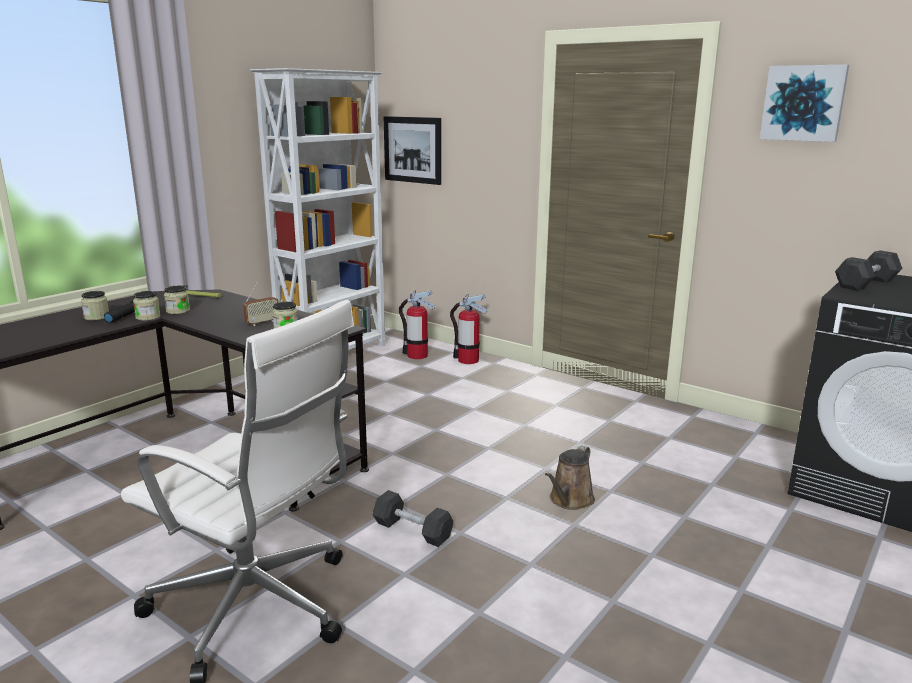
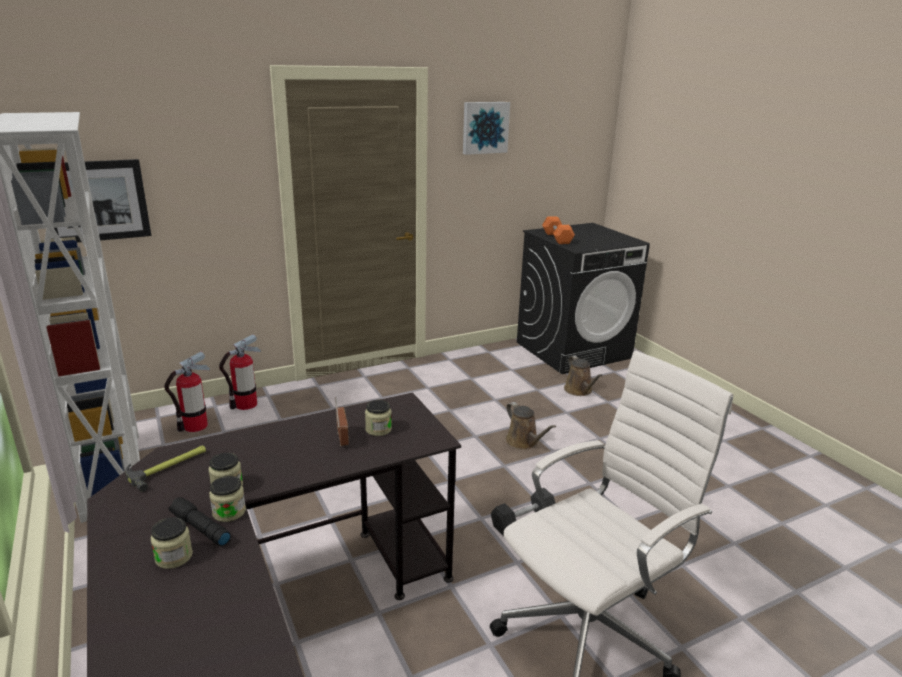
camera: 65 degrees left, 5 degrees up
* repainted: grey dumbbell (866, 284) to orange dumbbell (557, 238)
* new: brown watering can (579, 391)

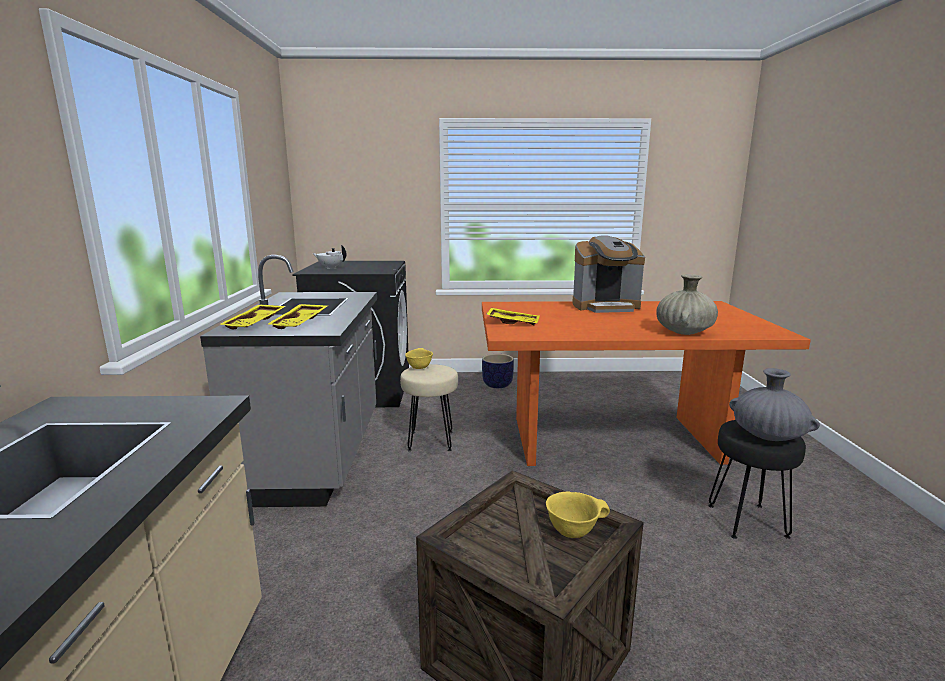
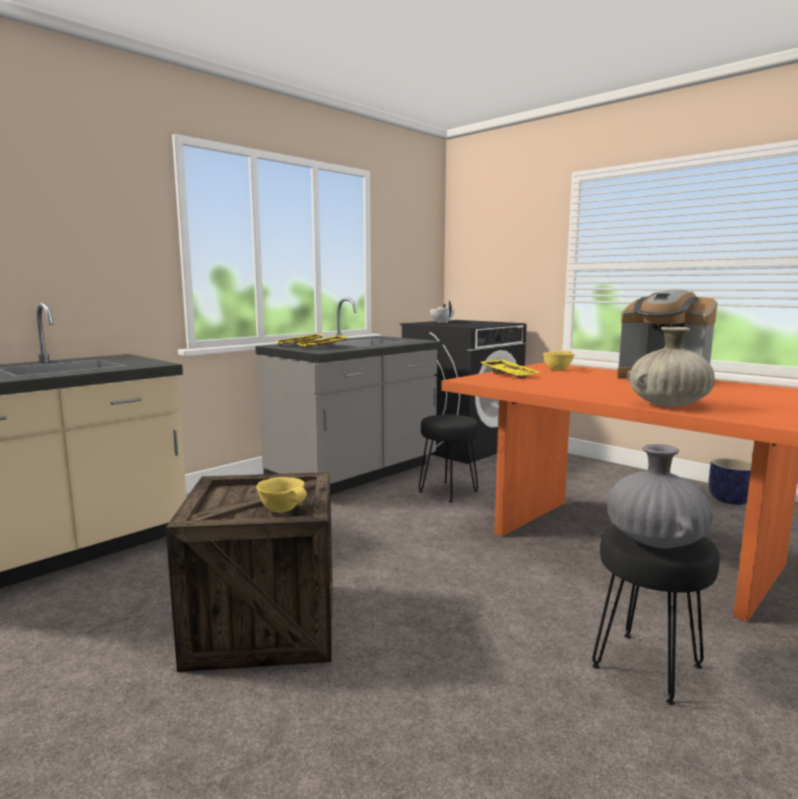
camera: 45 degrees right, 5 degrees down
* shifted: yellow bowl (419, 367) to (557, 369)
* shifted: planter (497, 385) to (731, 500)
* repainted: beige stool (430, 440) to black stool (448, 491)

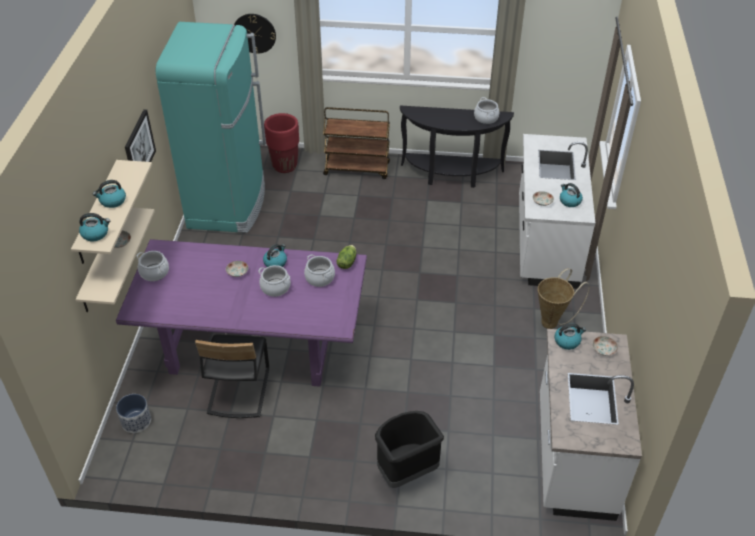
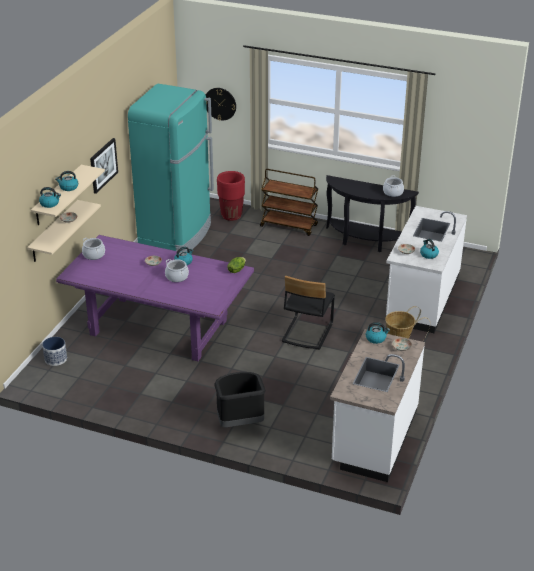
camera: 15 degrees right, 10 degrees down
* gone: cooking pot (320, 278)
* shifted: black chair (238, 391) to (307, 332)

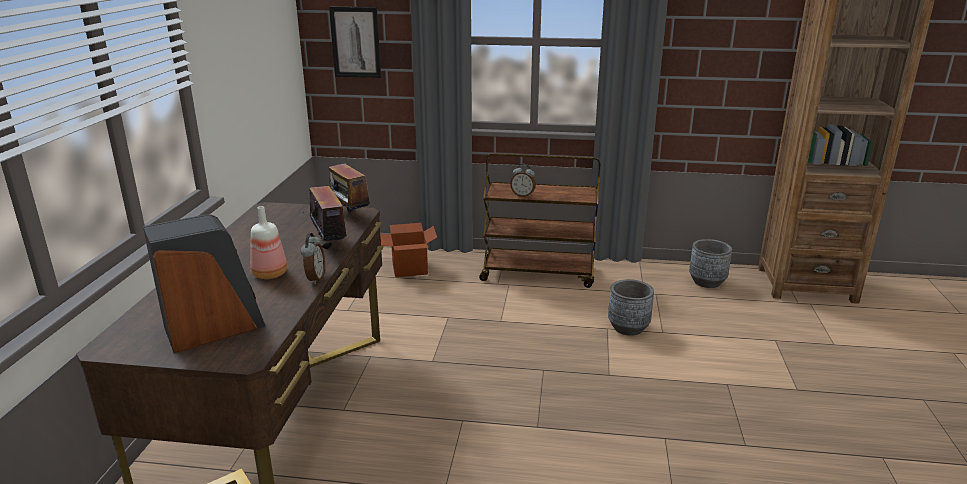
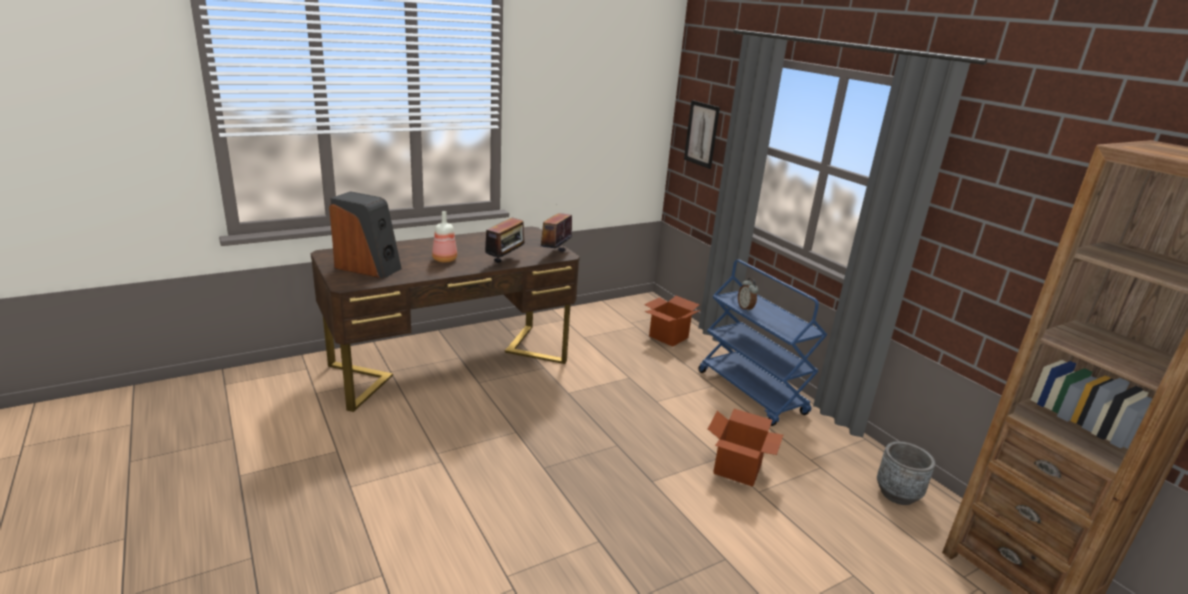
camera: 50 degrees right, 0 degrees up
* repainted: brown cart (538, 274) to blue cart (752, 393)
* gone: alarm clock (315, 279)
* swapped: grey planter (628, 328) to cardboard box (737, 469)

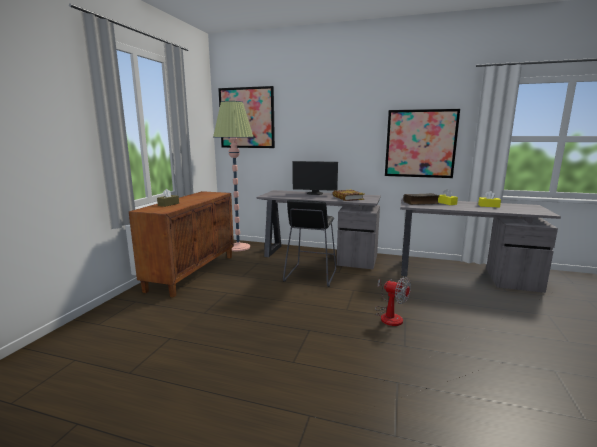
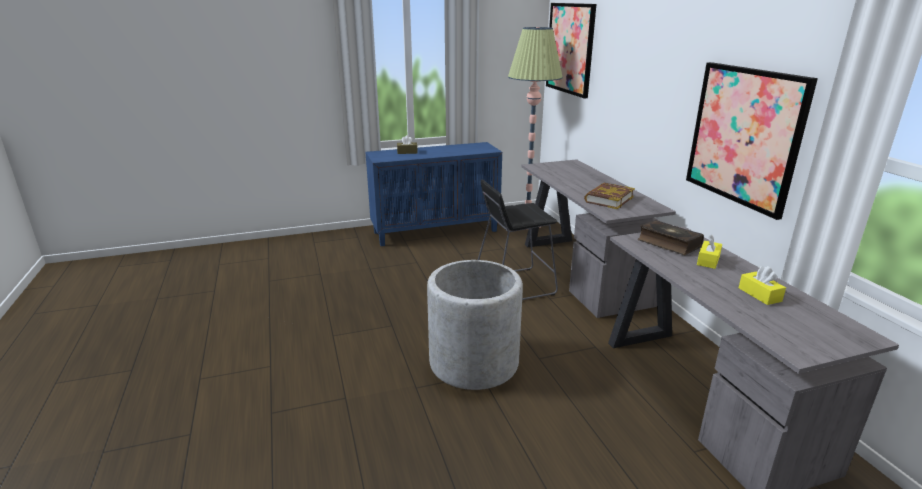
camera: 55 degrees right, 10 degrees up
* gone: monitor (314, 193)
* repainted: brown cabinet (192, 272) to blue cabinet (436, 231)
* swapped: fan (389, 316) to grey planter (474, 362)

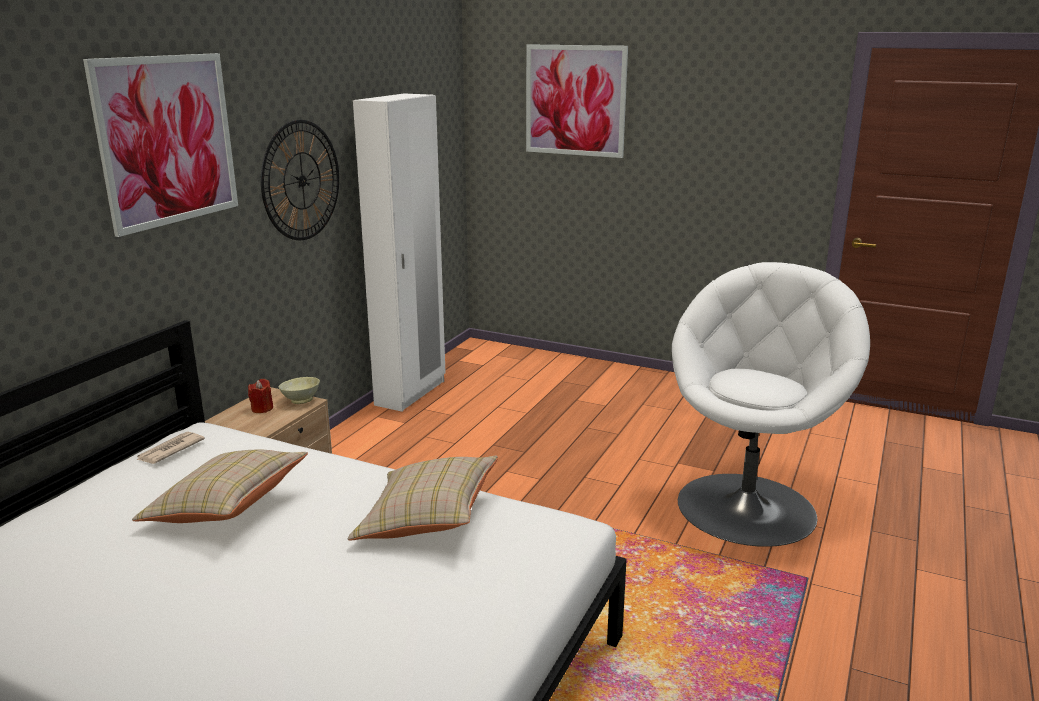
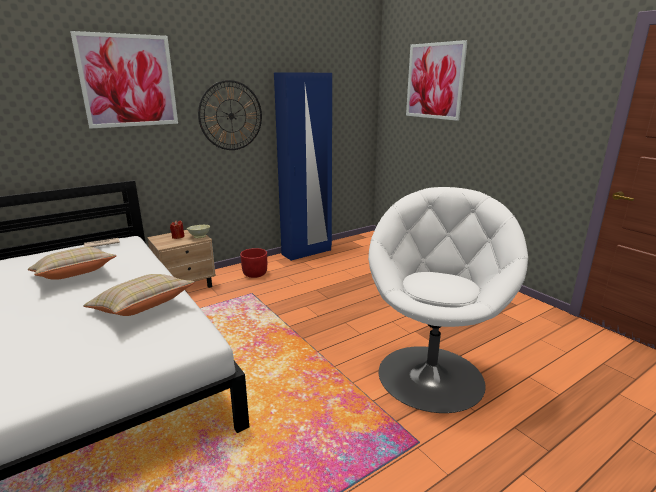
camera: 30 degrees right, 0 degrees up
* repainted: white wardrobe (411, 393) to blue wardrobe (307, 252)
* rotated: white armchair (747, 507) = (431, 375) 45 degrees counterclockwise
* new: red planter (255, 274)

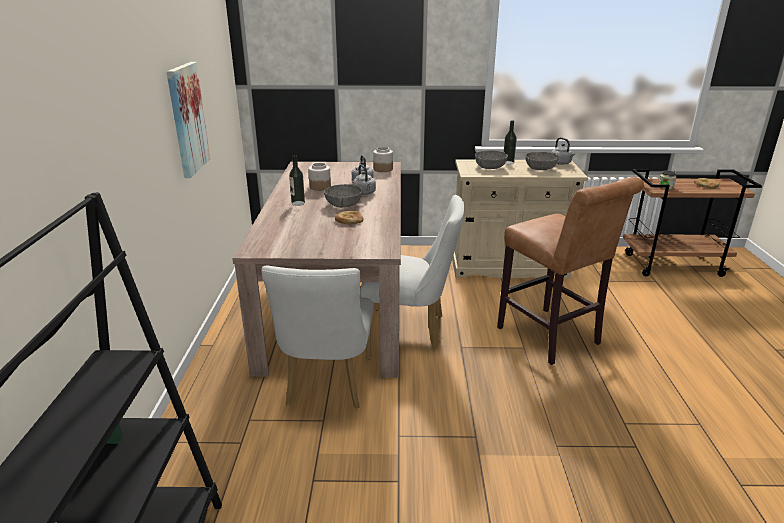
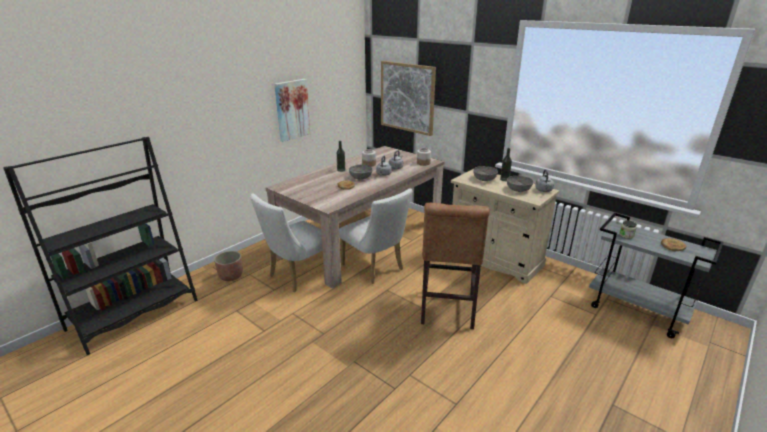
camera: 40 degrees right, 0 degrees up
* repainted: brown cart (673, 265) to grey cart (637, 311)
* new: picture (407, 97)
* new: planter (231, 276)

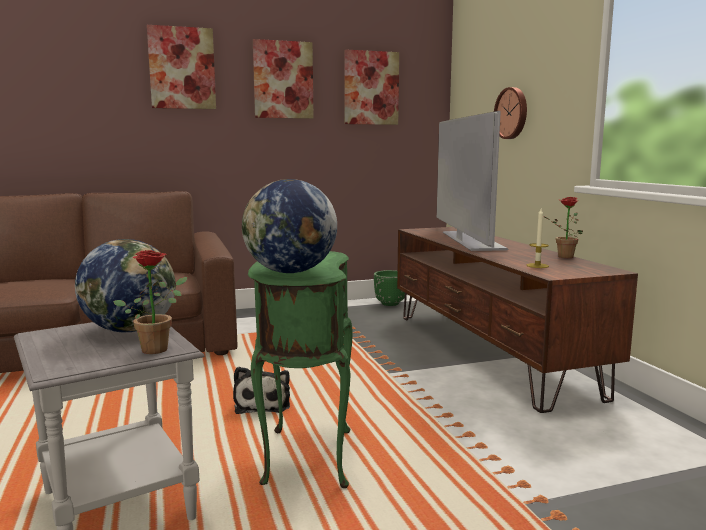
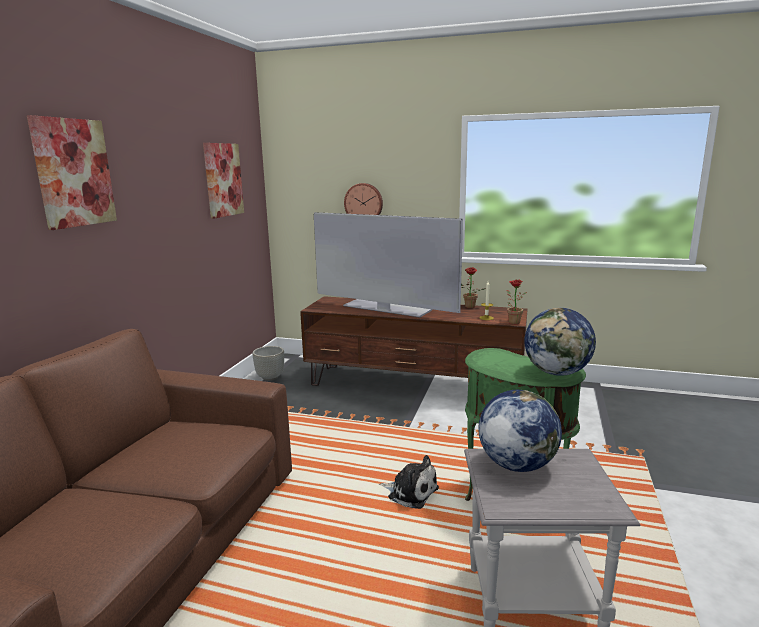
camera: 55 degrees left, 5 degrees up
* gone: picture (283, 80)
* shifted: potted plant (158, 348) to (512, 322)
* repainted: green planter (390, 303) to grey planter (270, 377)

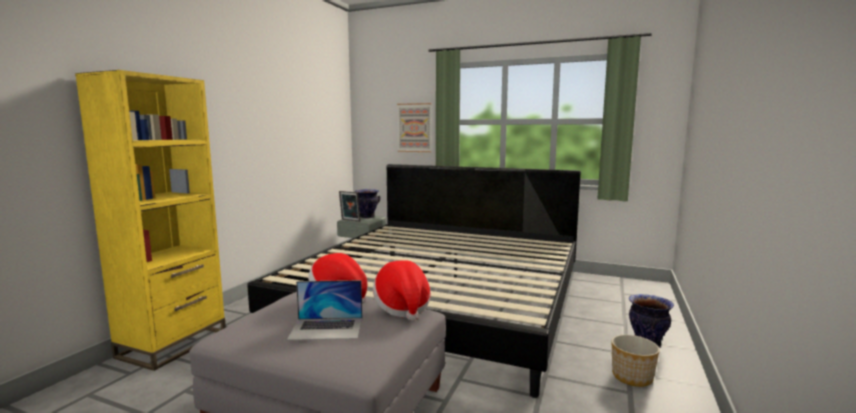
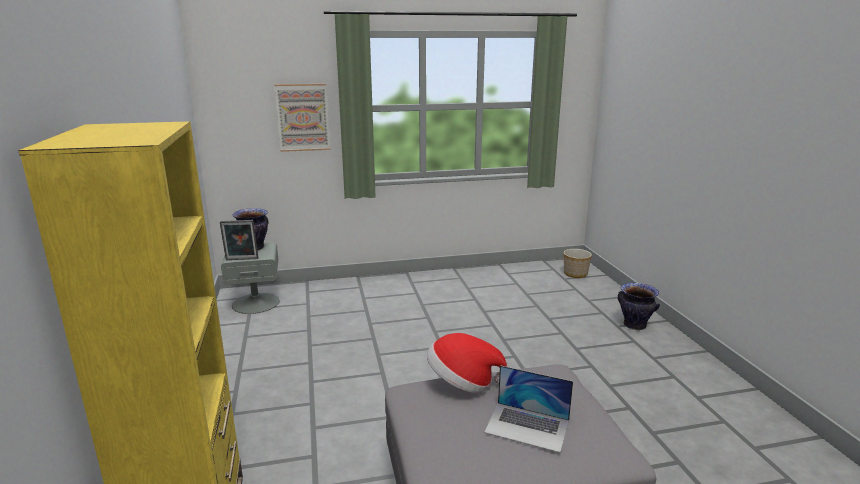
camera: 35 degrees left, 10 degrees up
* gone: bed (439, 301)
* gone: hat (402, 307)
* rotated: laptop (327, 328) = (527, 426) 60 degrees clockwise
* shifted: planter (632, 377) to (575, 274)

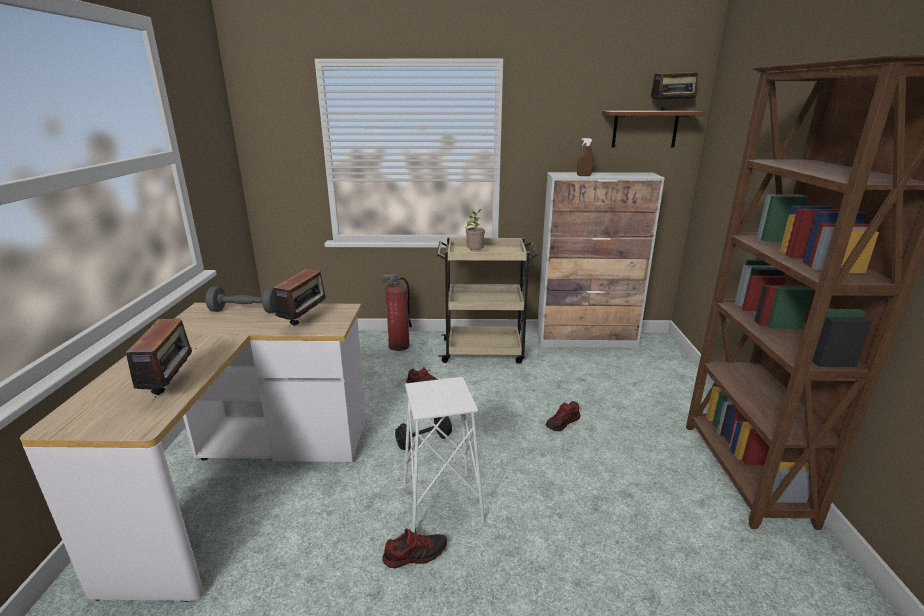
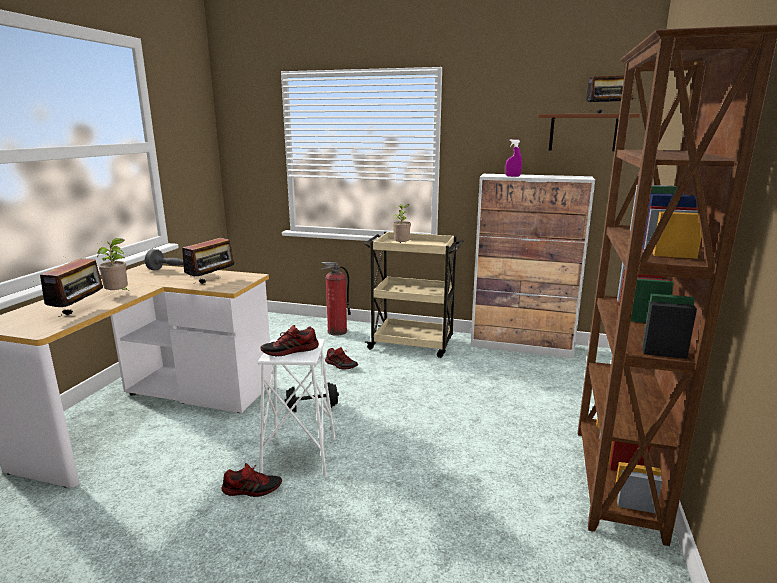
camera: 15 degrees right, 5 degrees down
* repainted: brown spray bottle (584, 176) to purple spray bottle (512, 176)
* shifted: shoe (562, 423) to (290, 351)
* new: potted plant (119, 295)

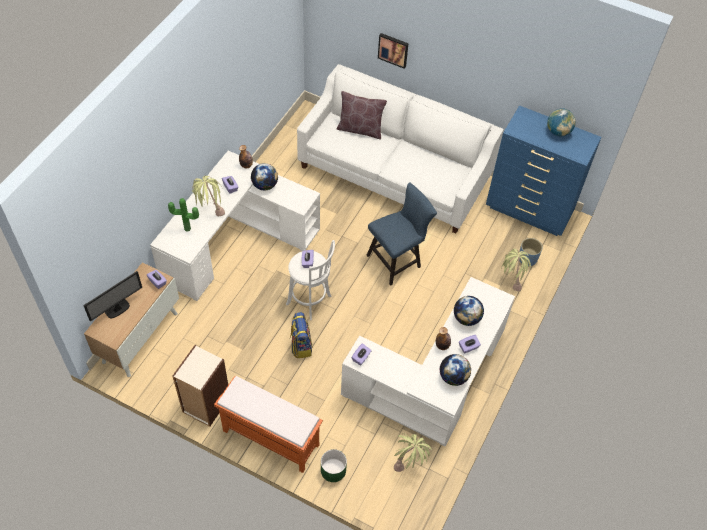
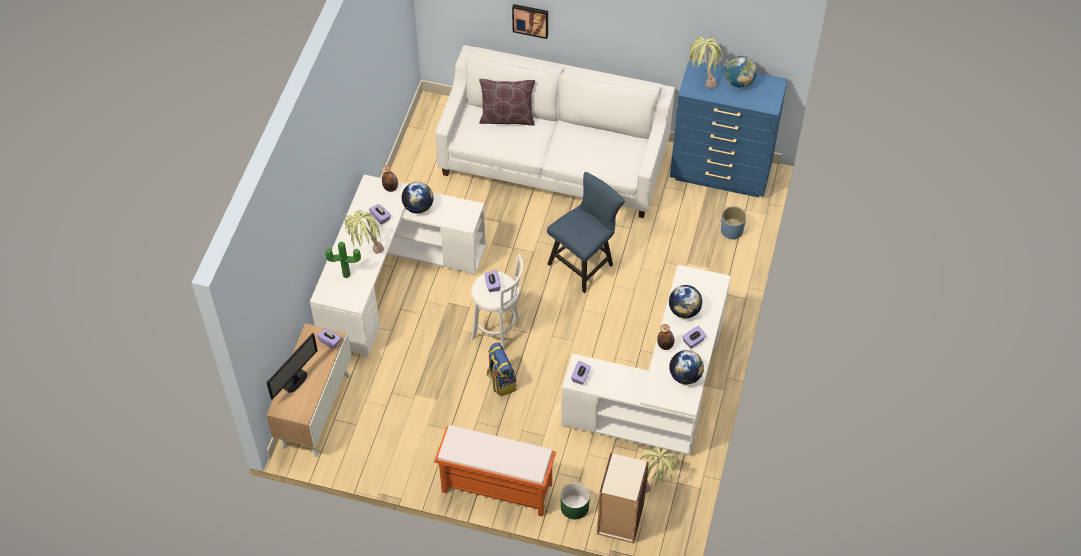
camera: 10 degrees left, 0 degrees up
* shifted: potted plant (511, 281) to (702, 79)
* shifted: bookcase (206, 405) to (620, 520)

